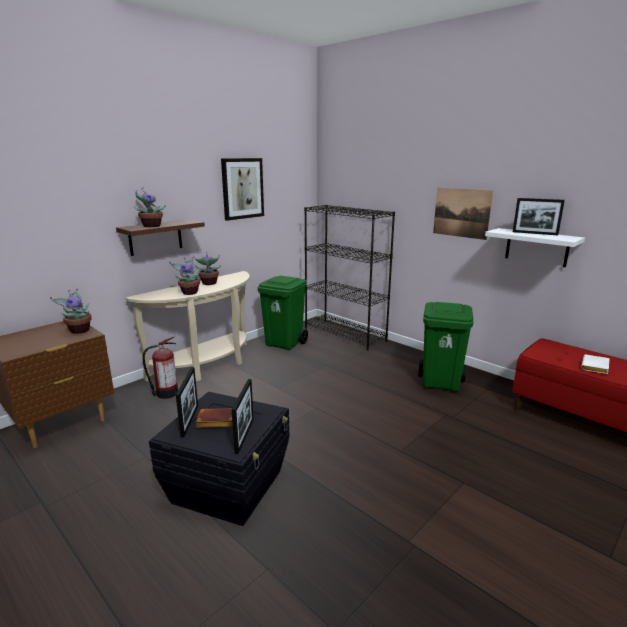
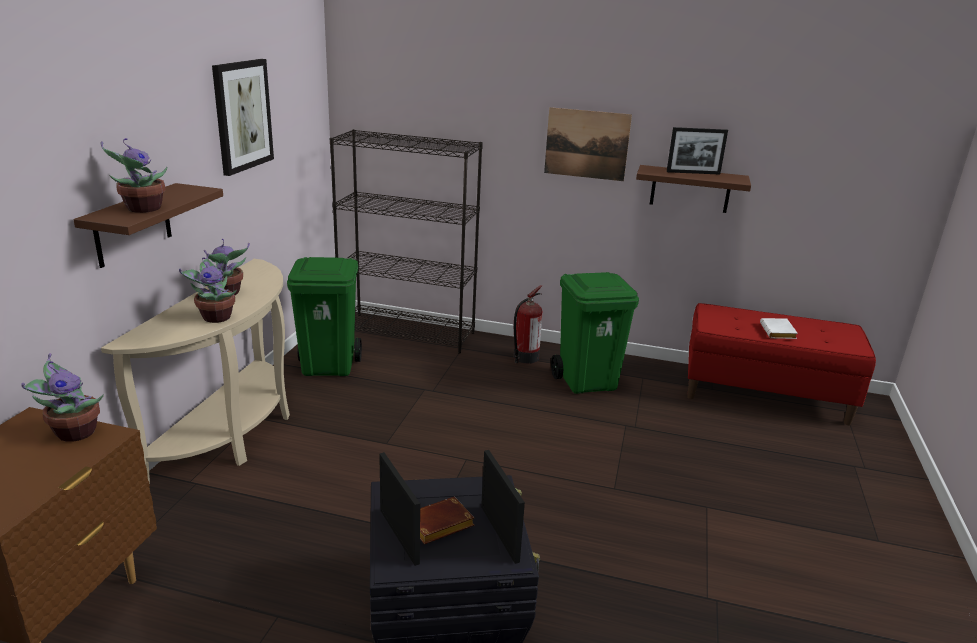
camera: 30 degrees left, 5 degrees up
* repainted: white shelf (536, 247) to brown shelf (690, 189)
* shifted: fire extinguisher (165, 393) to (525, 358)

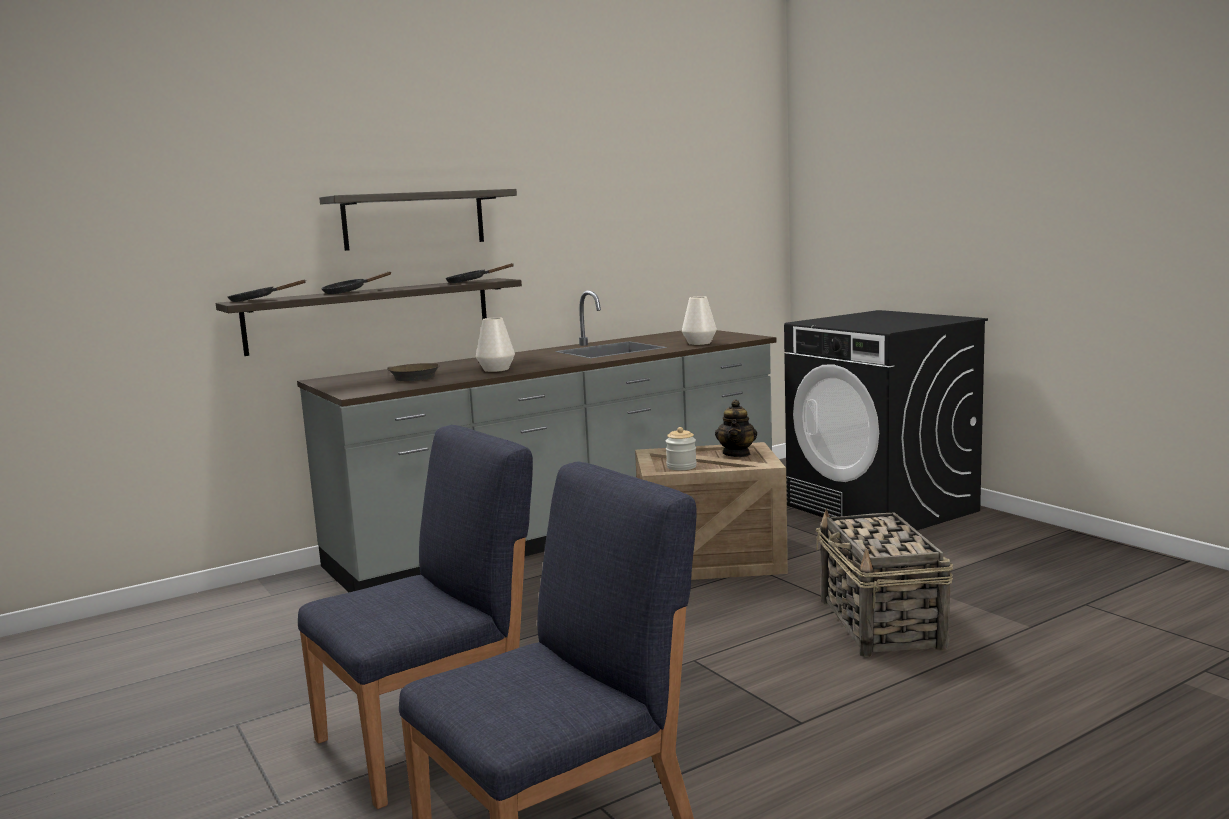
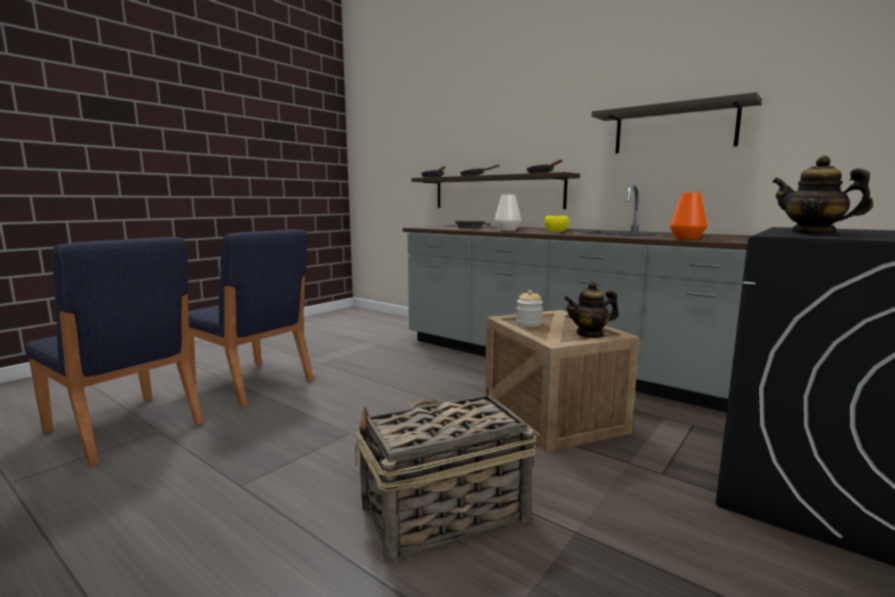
camera: 70 degrees right, 0 degrees up
* shifted: shelf (414, 220) to (674, 129)
* repainted: white vase (699, 343) to orange vase (686, 238)
* new: teapot (813, 233)
* new: yellow bowl (555, 232)

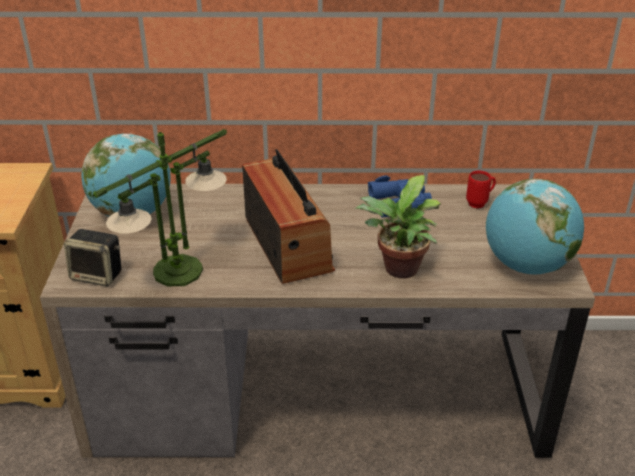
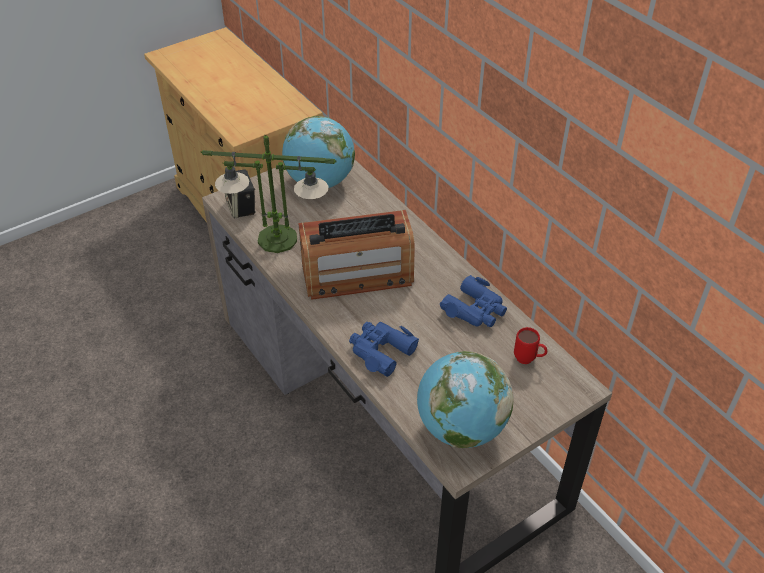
camera: 55 degrees right, 10 degrees up
* rotated: radio (287, 244) = (357, 275) 45 degrees clockwise
* swapped: potted plant (398, 270) to blue binoculars (380, 351)

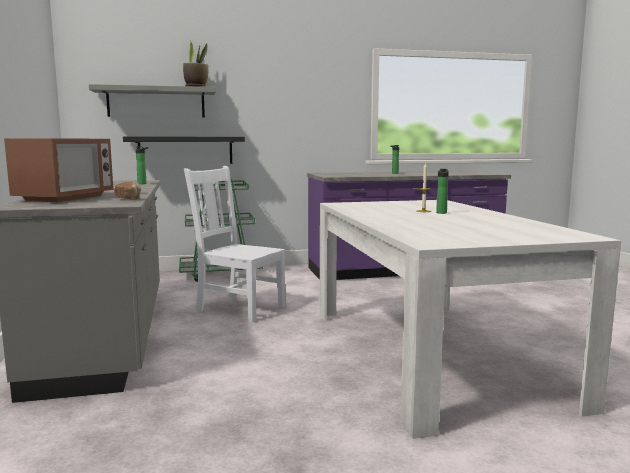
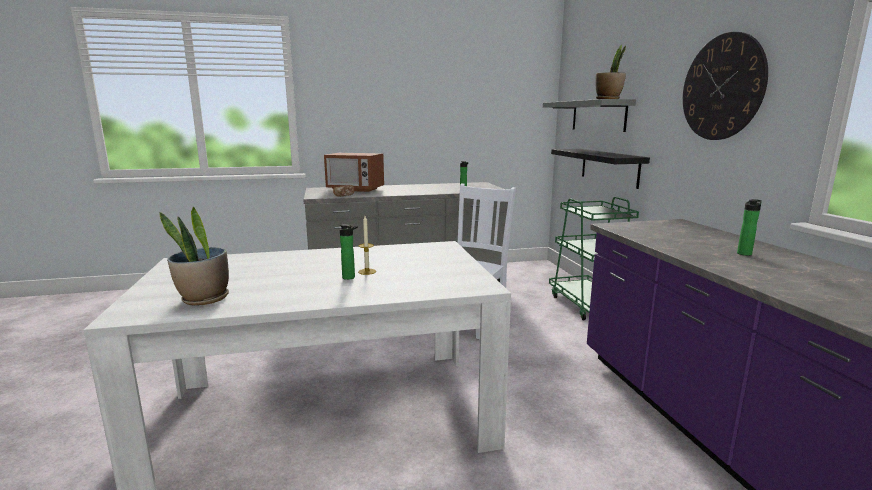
camera: 90 degrees right, 5 degrees up
* new: wall clock (722, 87)
* new: potted plant (204, 299)

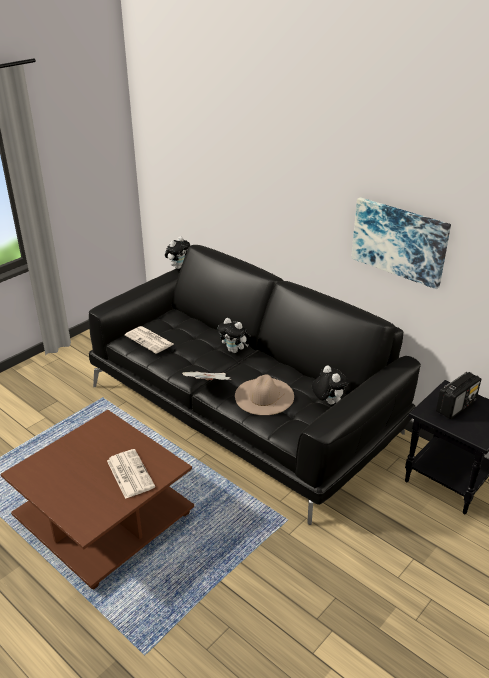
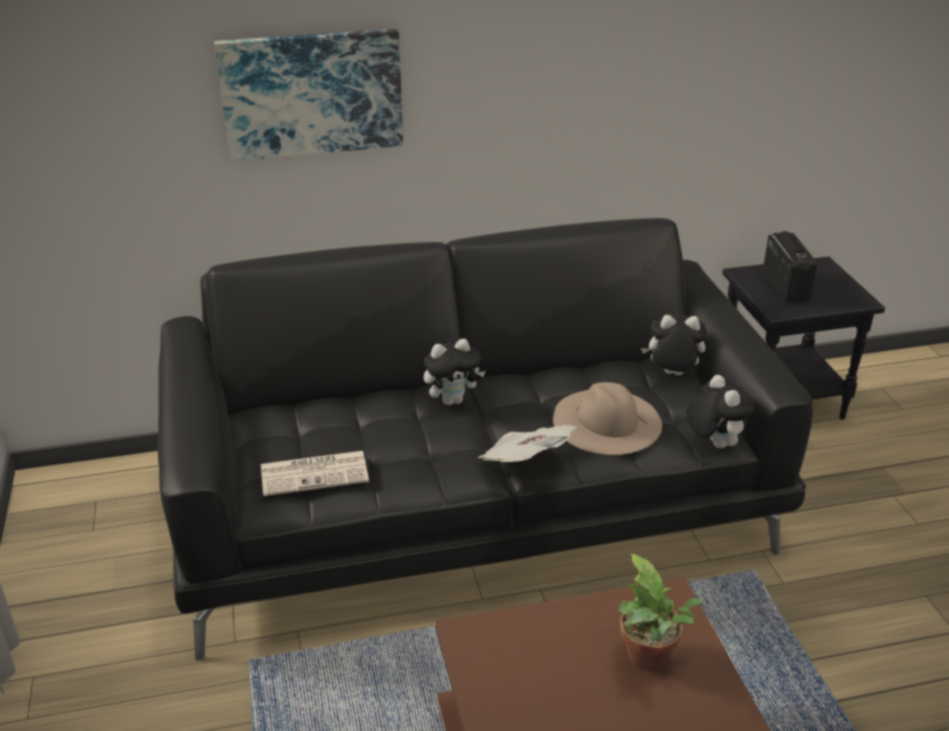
camera: 55 degrees left, 0 degrees up
* shifted: picture (399, 241) to (312, 93)
* shifted: plush toy (178, 267) to (713, 443)
* swapped: newspaper (129, 473) to potted plant (650, 660)

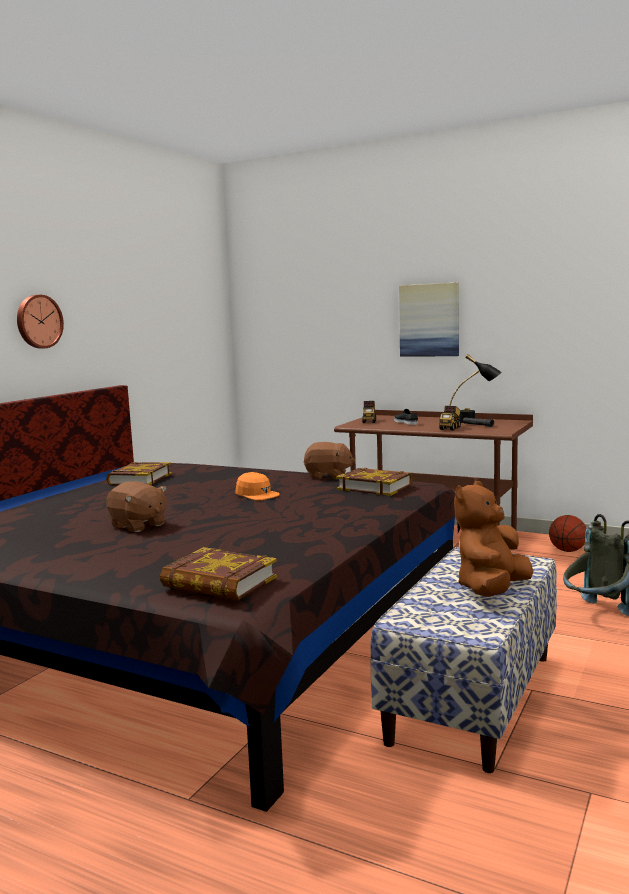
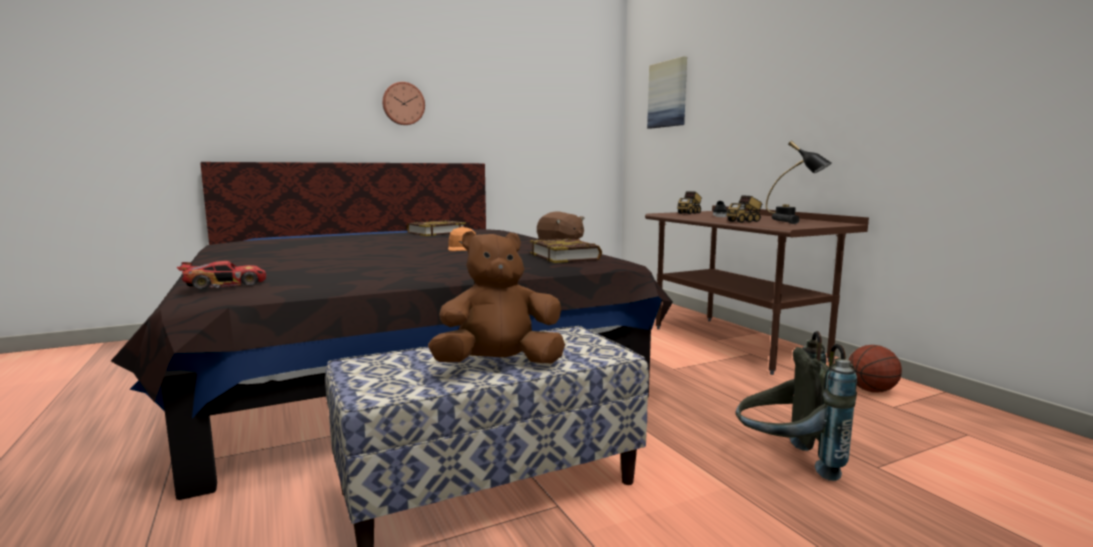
camera: 35 degrees right, 0 degrees up
* shifted: picture (429, 320) to (668, 94)
* gone: brown plush toy (138, 526)
* swapped: book (219, 582) to toy car (225, 284)

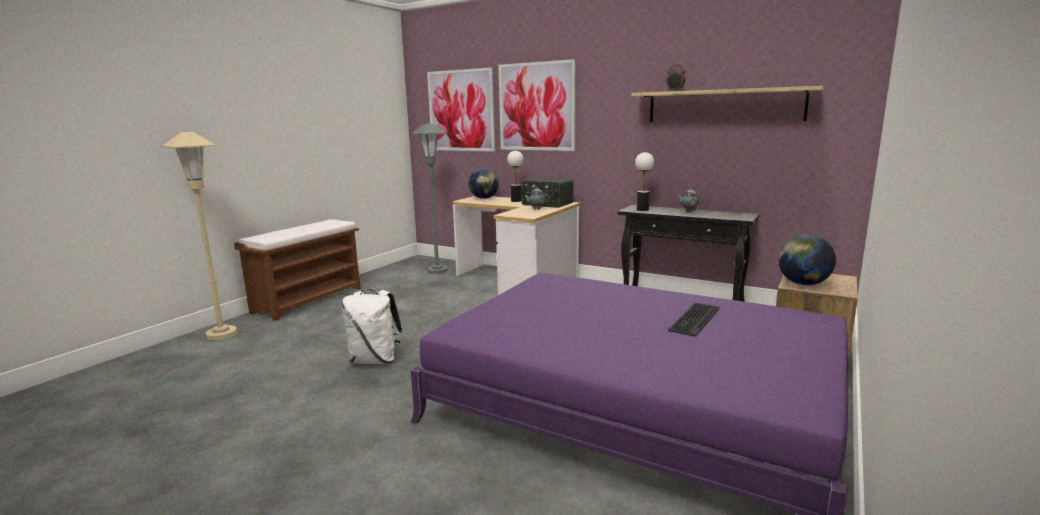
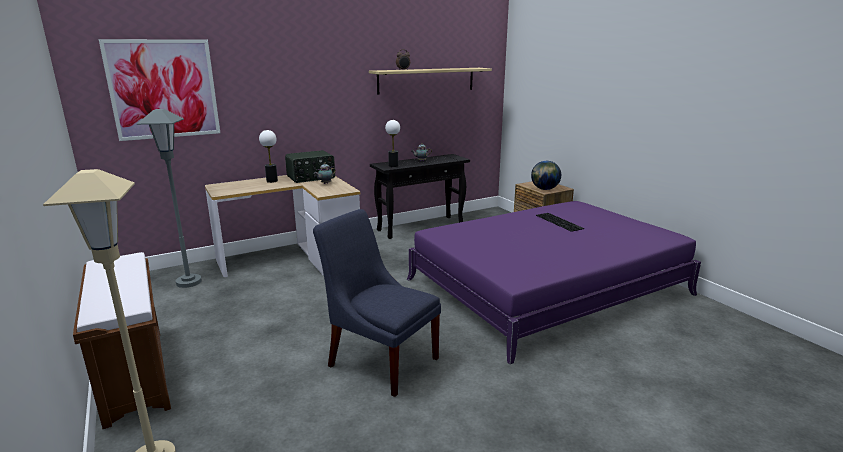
camera: 60 degrees left, 5 degrees up
* gone: picture (536, 107)
* gone: globe (484, 198)
* swapped: white backpack (375, 360) to blue chair (380, 359)

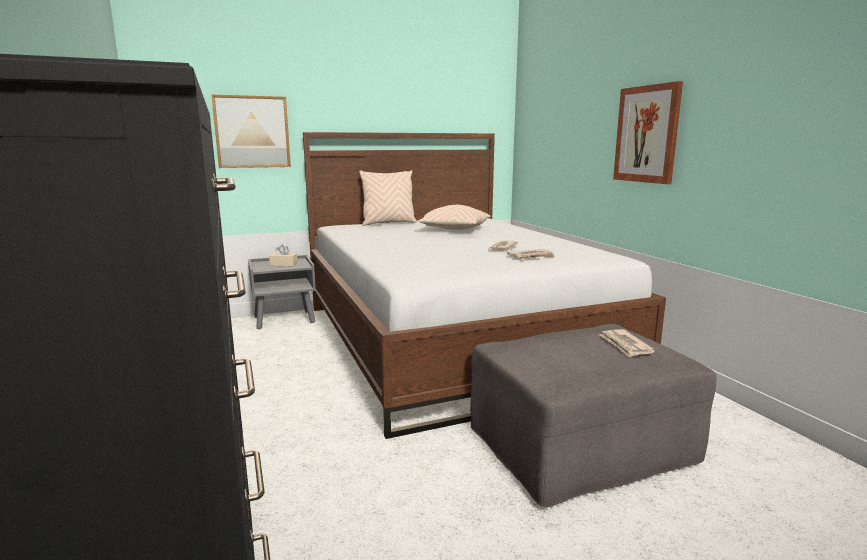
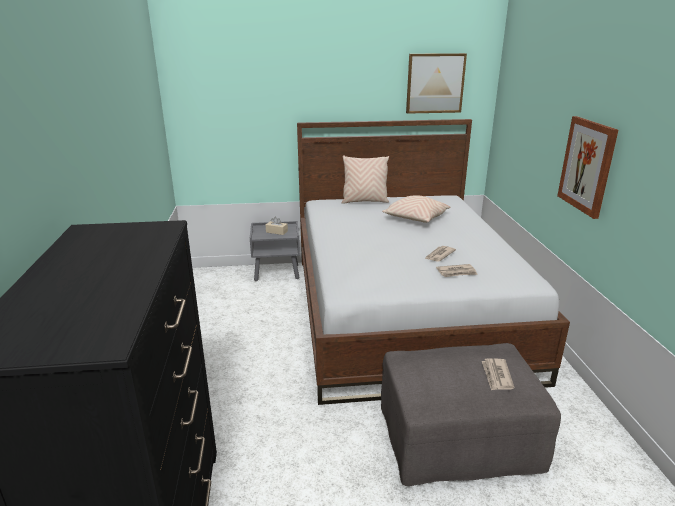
camera: 15 degrees right, 10 degrees up
* shifted: picture (252, 132) to (435, 83)

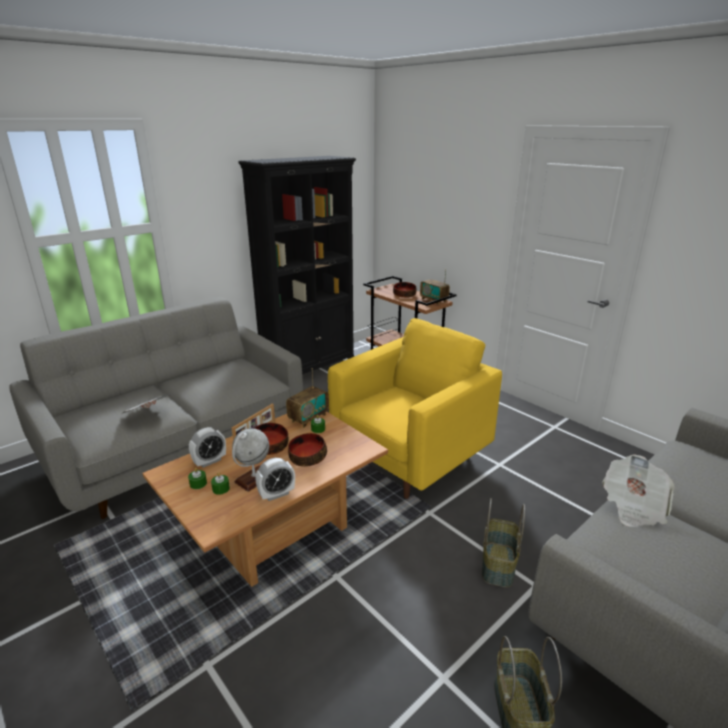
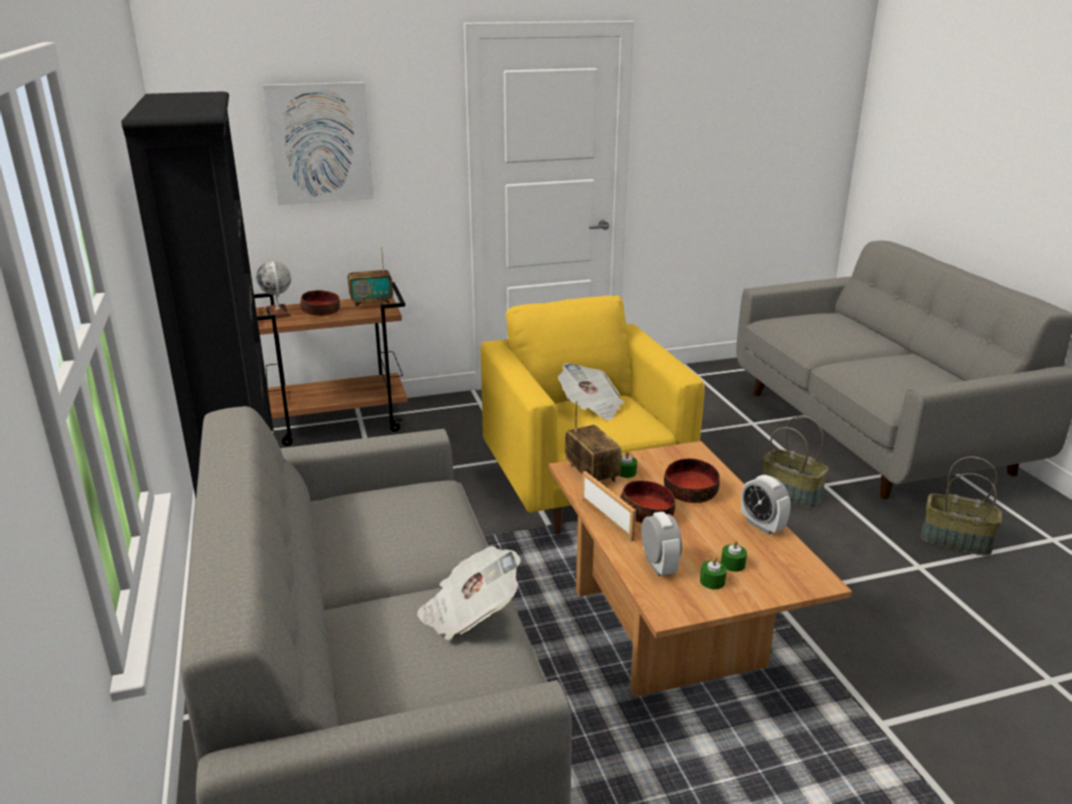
camera: 65 degrees left, 0 degrees up
* shifted: globe (254, 479) to (278, 313)
* shifted: newspaper (633, 506) to (591, 407)
* rotated: alarm clock (276, 494) = (762, 525) 150 degrees clockwise
* new: picture (320, 143)

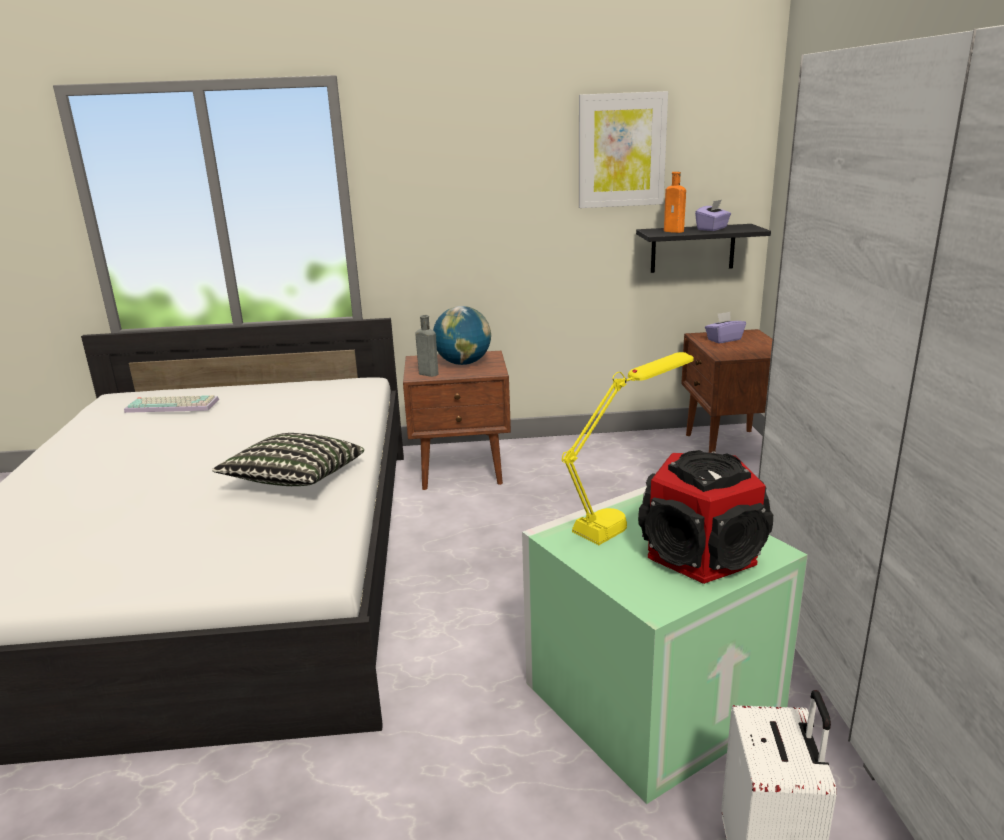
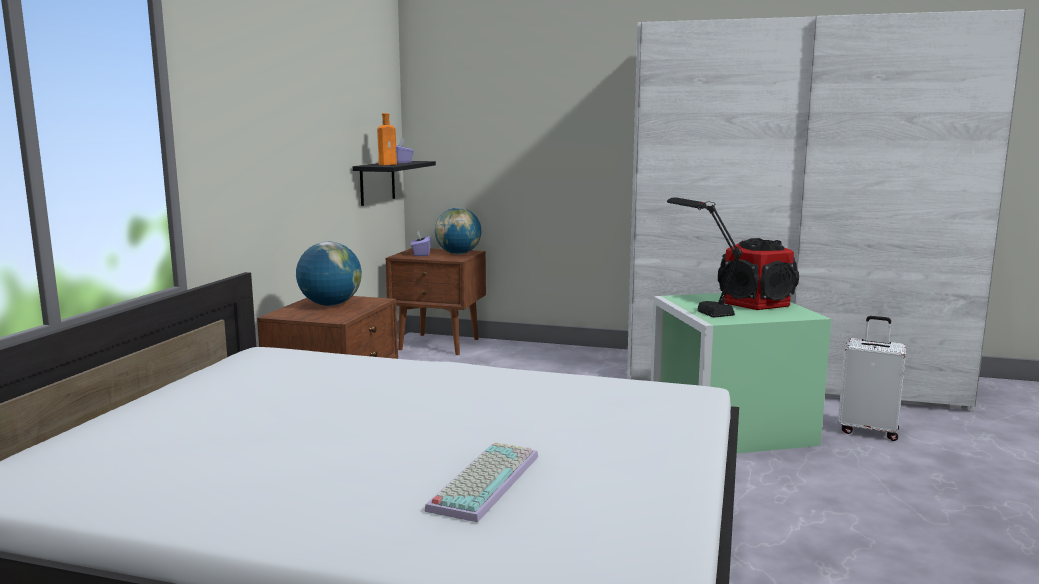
camera: 70 degrees left, 10 degrees down
* gone: picture (621, 150)
* gone: grey bottle (427, 373)
* repainted: yellow table lamp (626, 516) to black table lamp (699, 307)
* shifted: keyboard (174, 405) to (483, 480)
* gone: pillow (294, 481)
* new: globe (458, 254)

